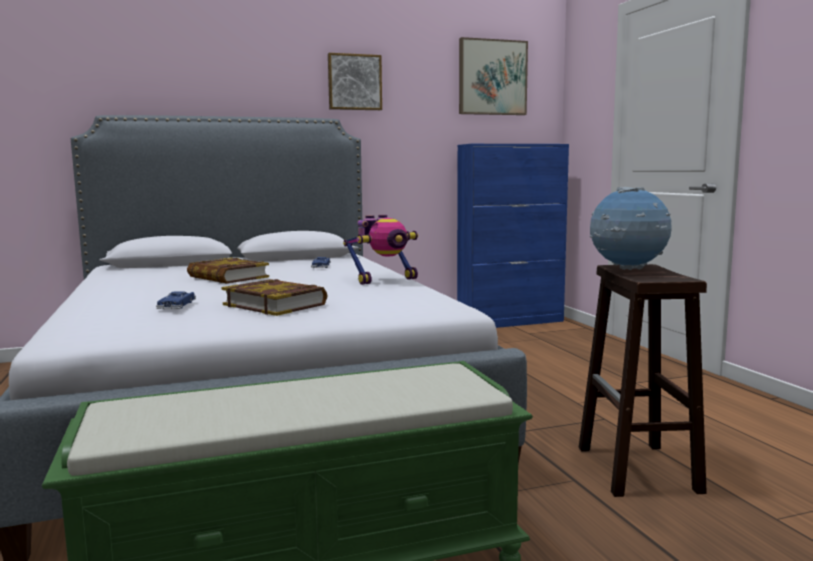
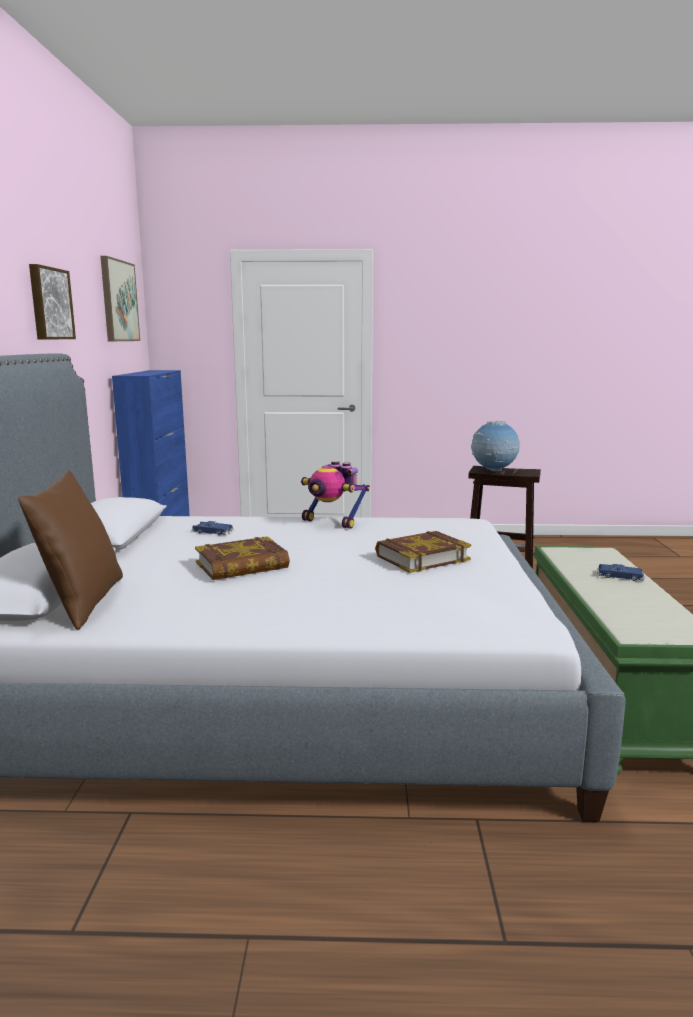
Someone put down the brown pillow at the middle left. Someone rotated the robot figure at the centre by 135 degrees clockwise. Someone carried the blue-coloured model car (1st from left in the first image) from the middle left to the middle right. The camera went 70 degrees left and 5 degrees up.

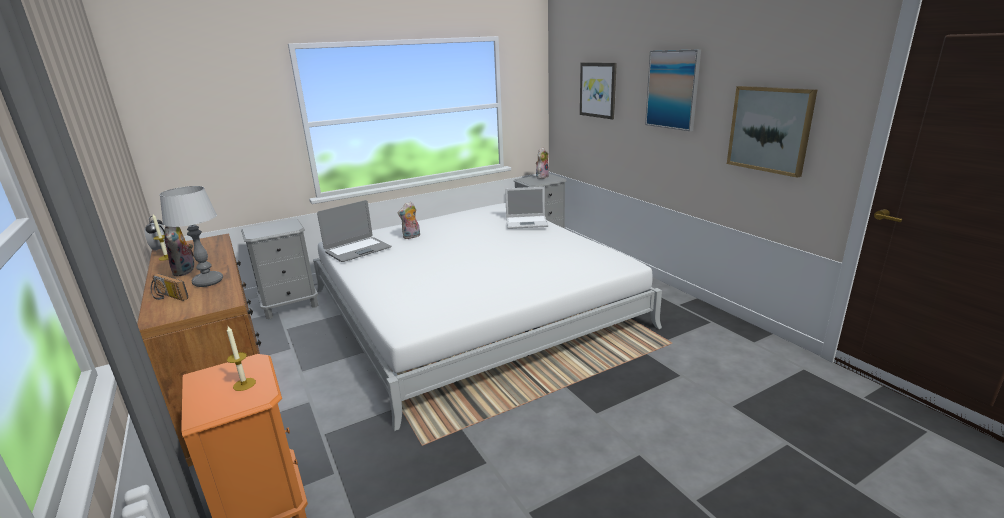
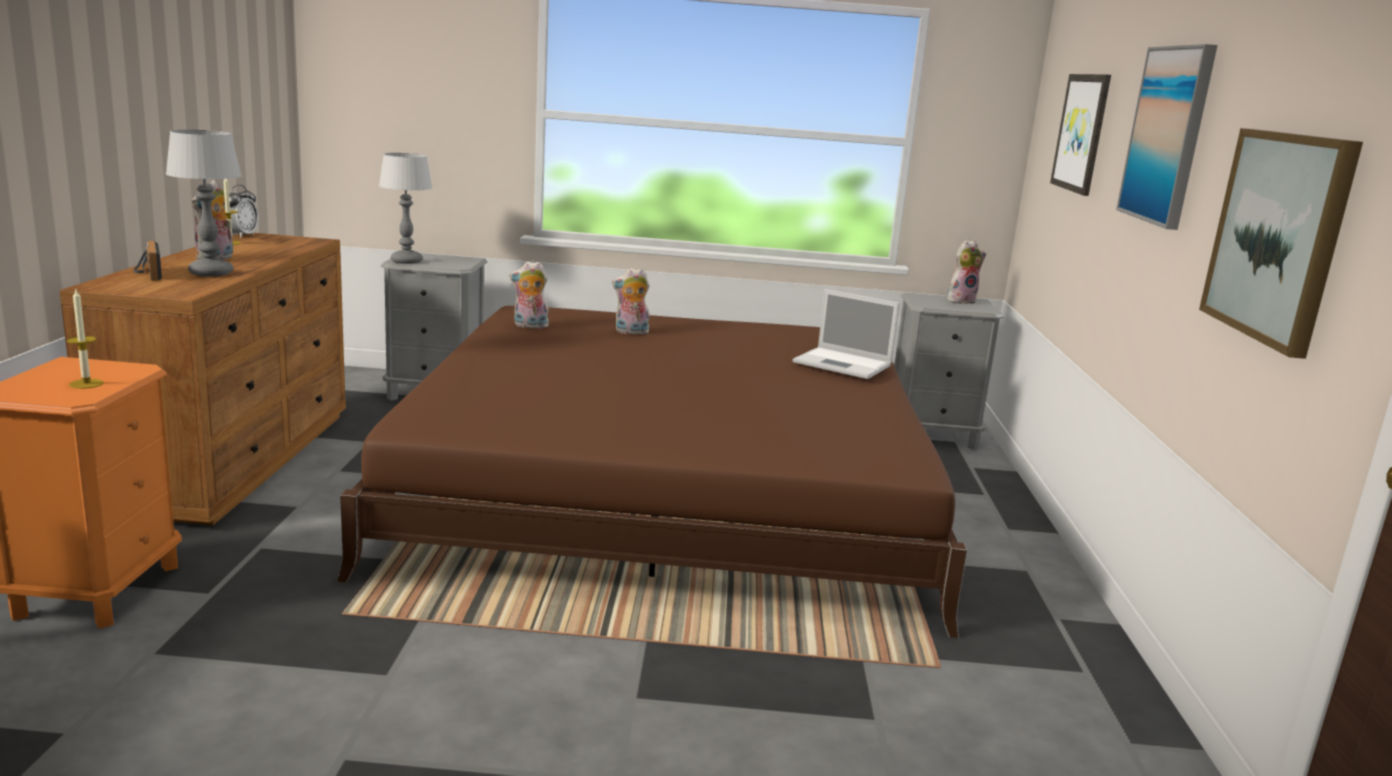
Someone repainted the white-coloured sleeping bed at the centre, which became the brown sleeping bed at the centre. Someone put down the tabletop lamp (2nd from left) at the top left. Someone swapped the notebook computer (1st from left) at the centre for the plush toy (2nd from left) at the centre. The camera went 30 degrees right and 5 degrees down.

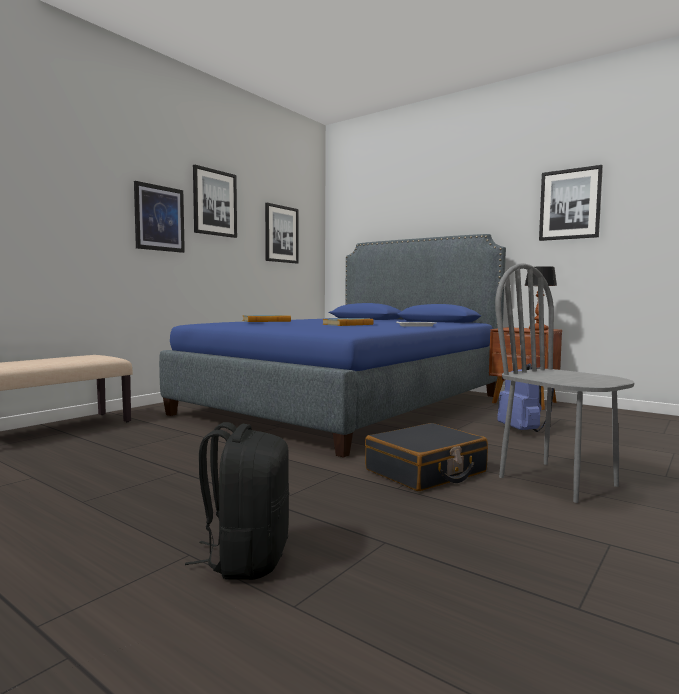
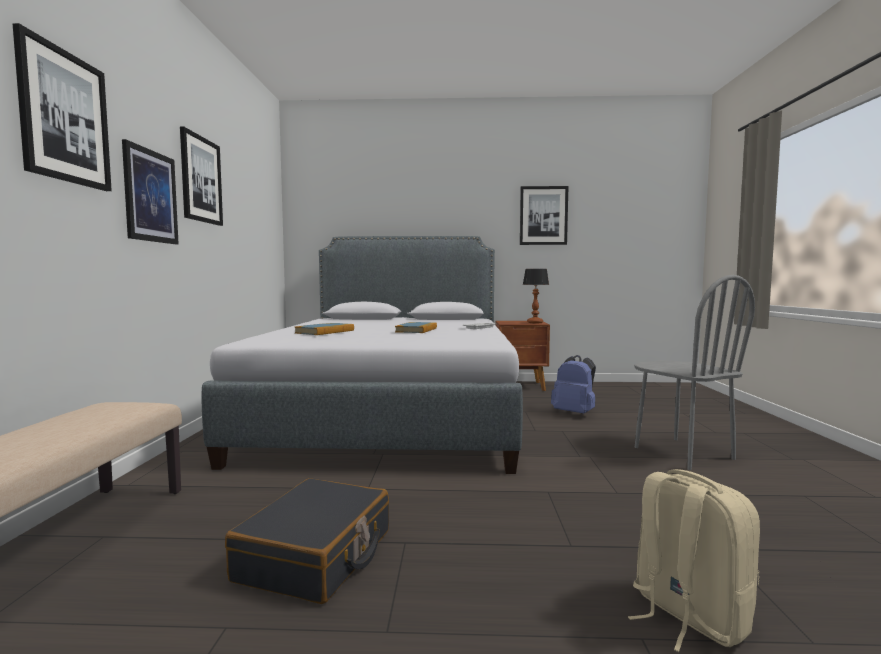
Someone carried the wall art (3rd from left in the first image) from the centre to the top left. Someone repainted the blue-coloured sleeping bed at the centre, which became the greyish sleeping bed at the centre. Someone carried the black piece of luggage from the centre to the bottom centre. Someone repainted the black rucksack at the bottom centre, which became the sand-coloured rucksack at the bottom right. Someone rotated the greyish chair at the middle right by 135 degrees counterclockwise. The camera went 35 degrees left and 0 degrees up.

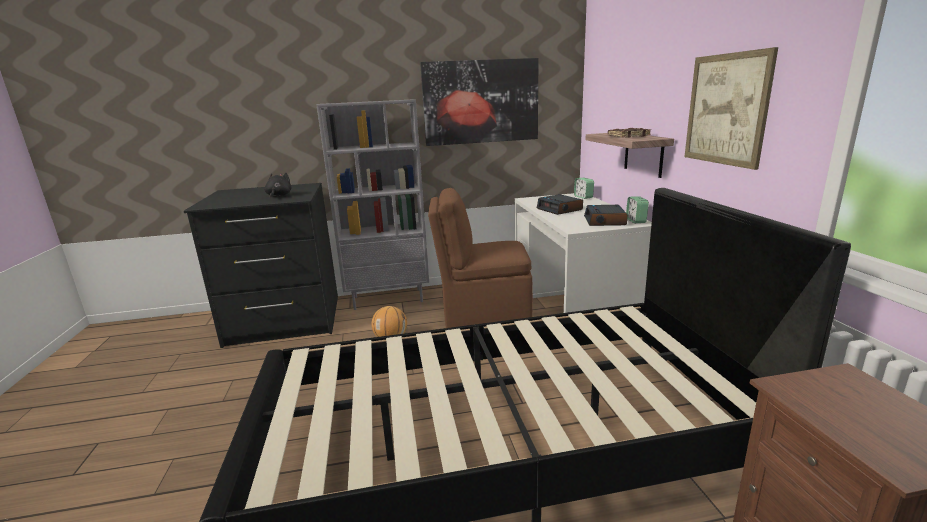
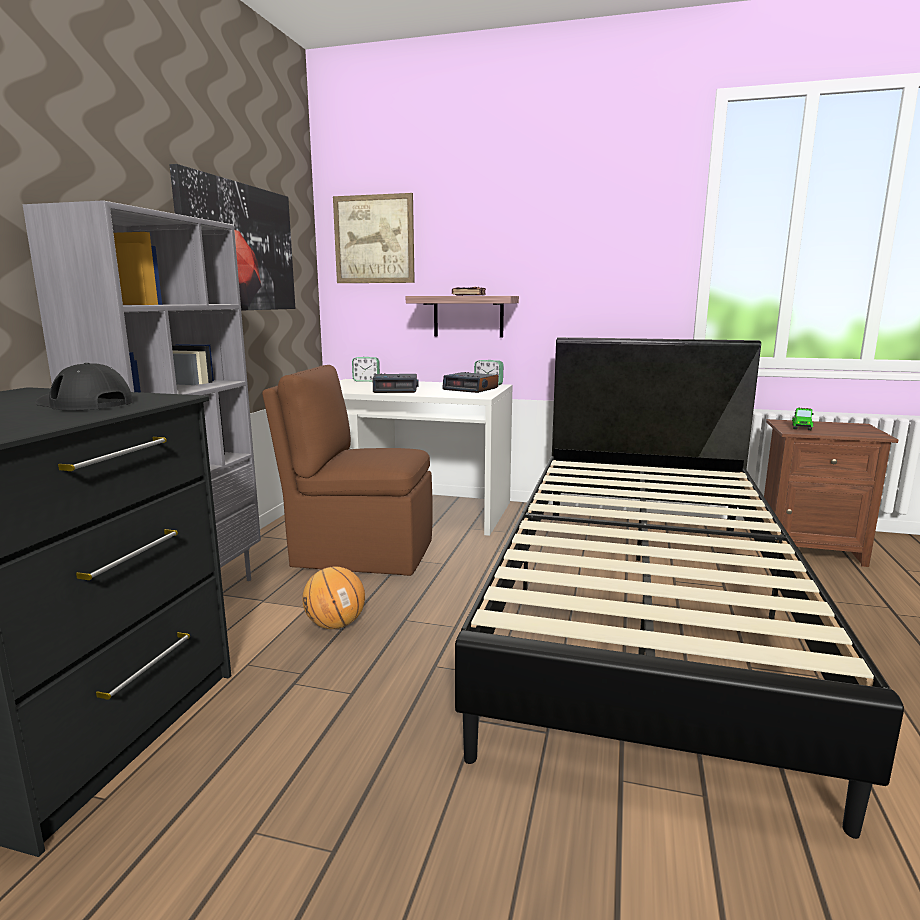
Someone swapped the black plush toy at the middle left for the black baseball cap at the middle left. Someone rotated the brown chair at the centre by 75 degrees clockwise. Someone carried the wall art (2nd from left) from the top right to the top centre. Someone put down the model car at the middle right. The camera went 65 degrees left and 5 degrees down.

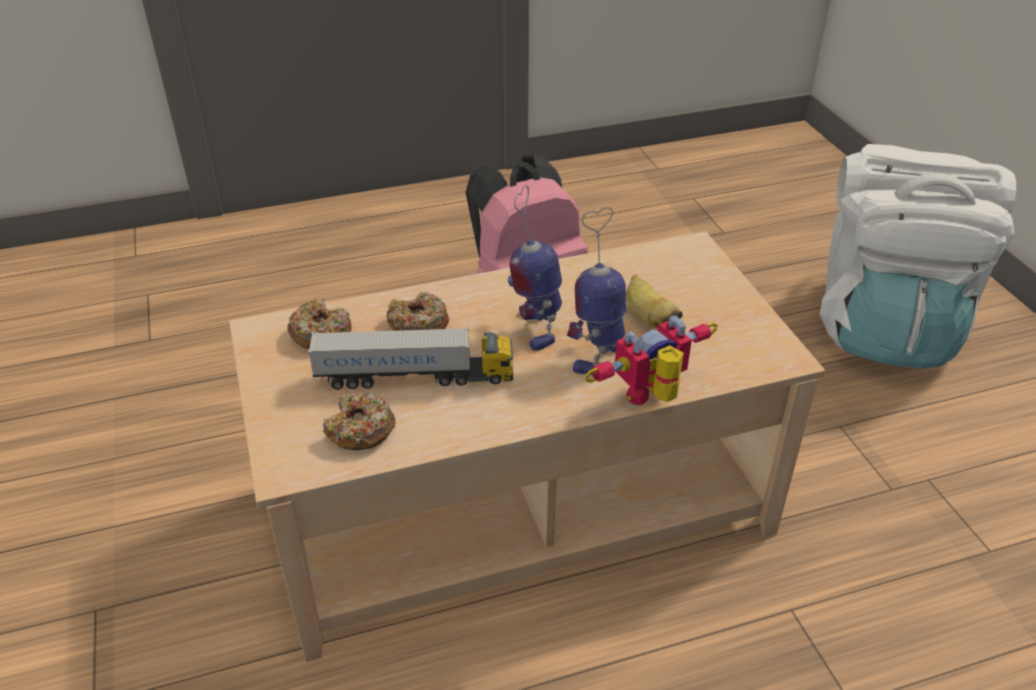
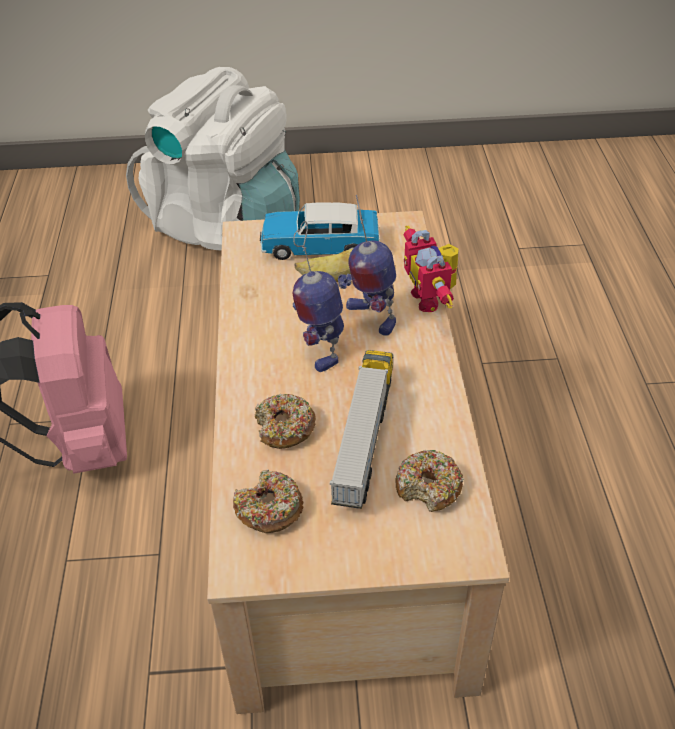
Someone put down the model car at the top centre. Someone rotated the robot figure (1st from left) at the centre by 75 degrees clockwise. The camera went 75 degrees left and 5 degrees up.

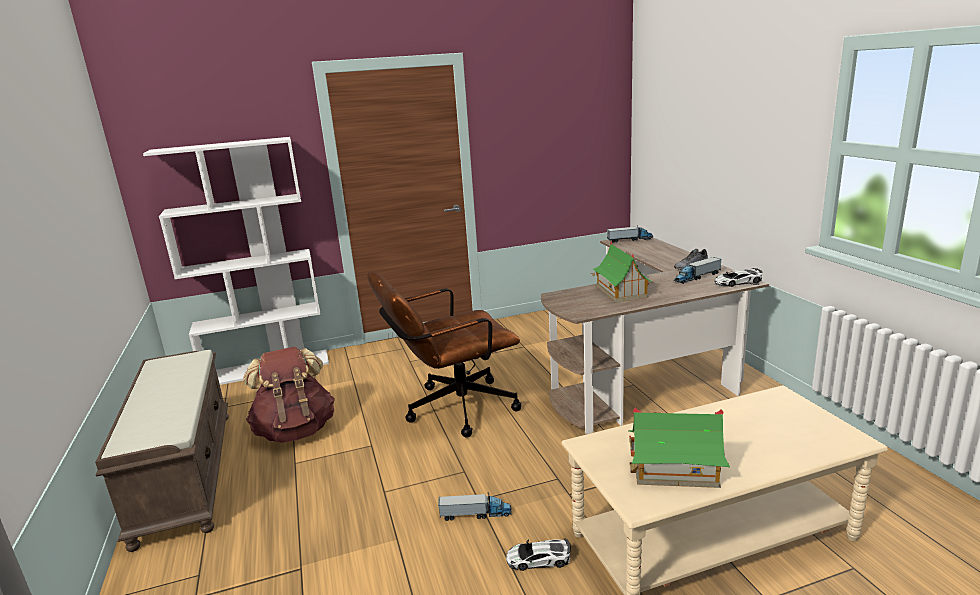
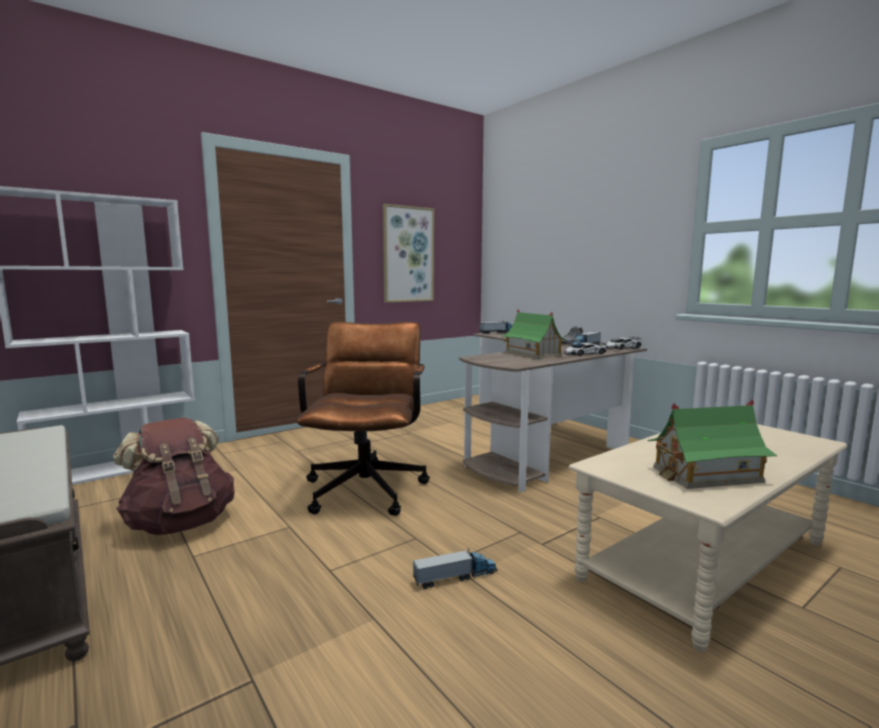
Someone rotated the brown office chair at the centre by 135 degrees clockwise. Someone put up the wall art at the centre. Someone carried the model car (1st from left) from the bottom centre to the centre. The camera went 20 degrees left and 10 degrees down.

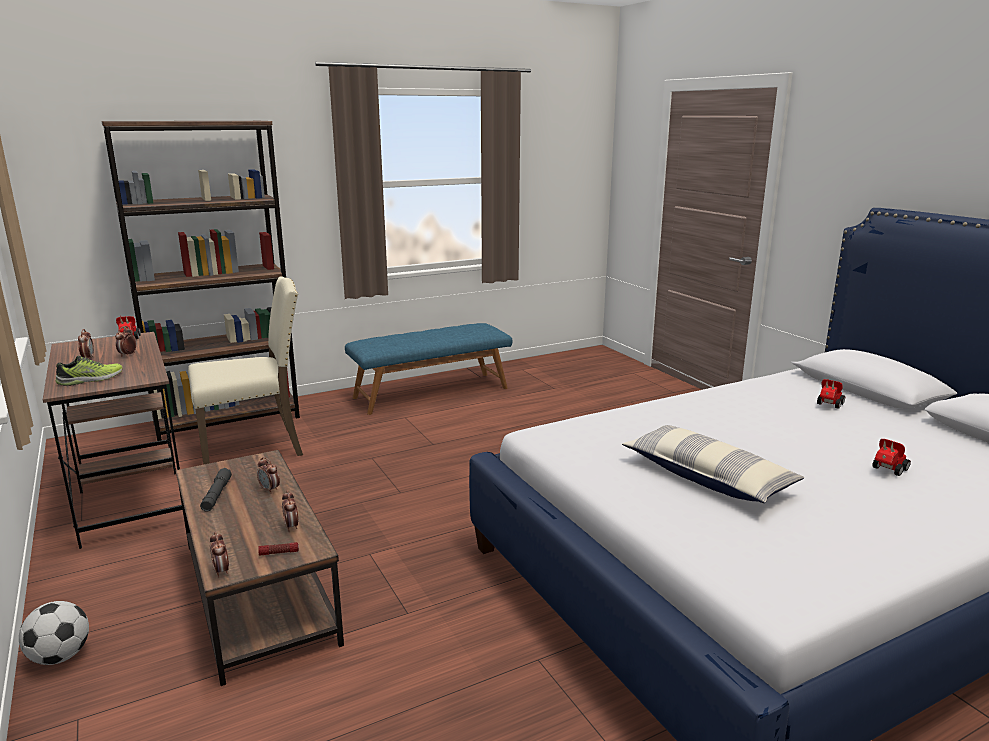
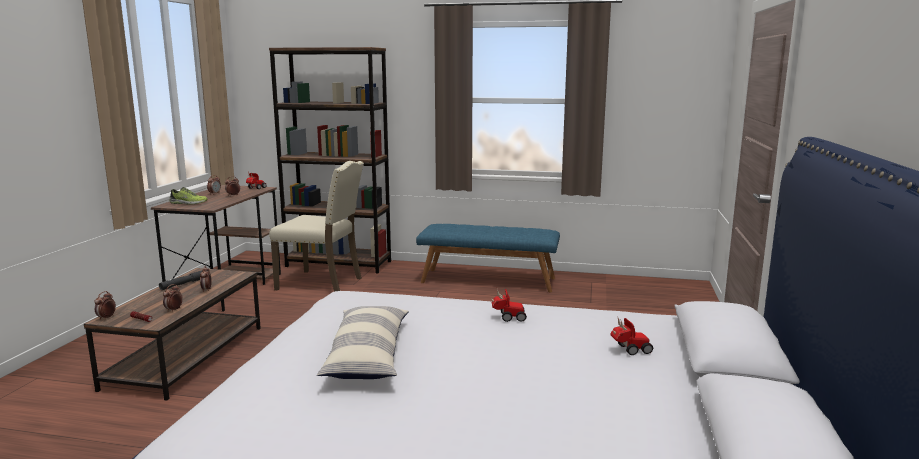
Someone carried the model car (3rd from left in the first image) from the middle right to the centre. Someone took away the ball for football at the bottom left. The camera went 40 degrees right and 5 degrees down.

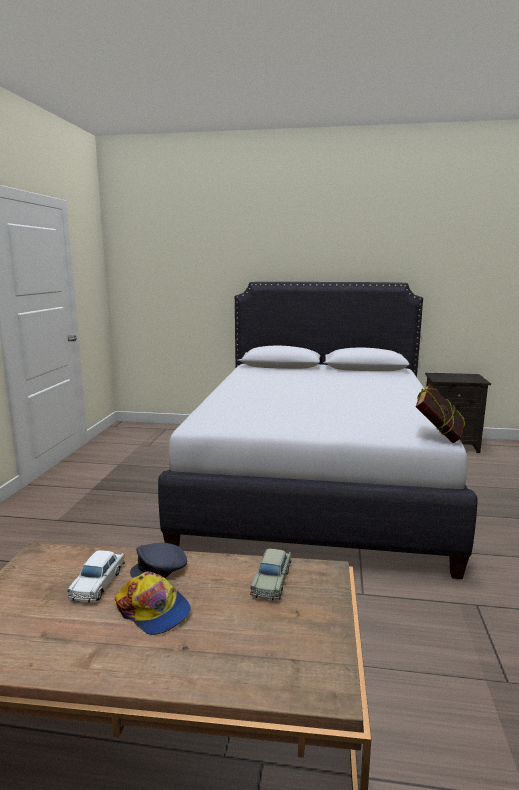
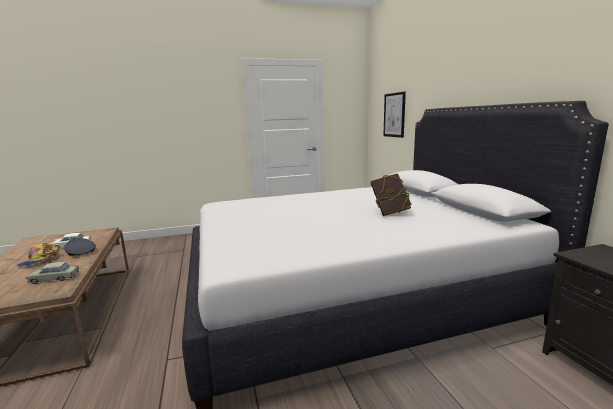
Someone carried the bound book from the middle right to the centre. Someone put up the wall art at the top centre. The camera went 65 degrees right and 0 degrees up.

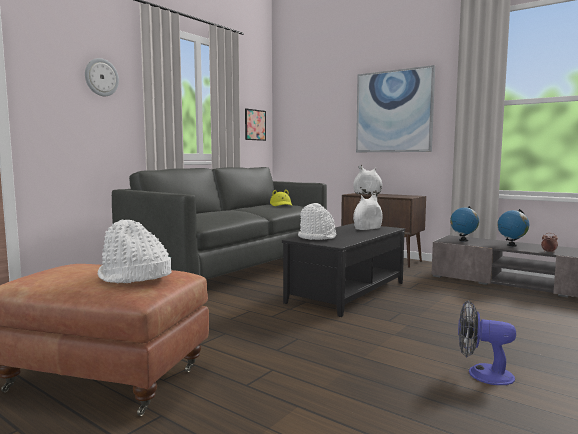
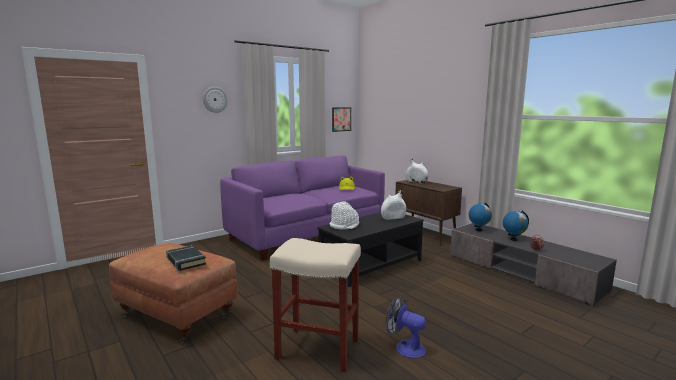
Someone swapped the white-coloured wearable hat (1st from left) at the middle left for the black bound book at the bottom left. Someone repainted the greyish sofa at the centre, which became the purple-coloured sofa at the centre. Someone put down the sand-coloured stool at the bottom centre. Someone took away the wall art (2nd from left) at the top right. The camera went 15 degrees right and 5 degrees up.

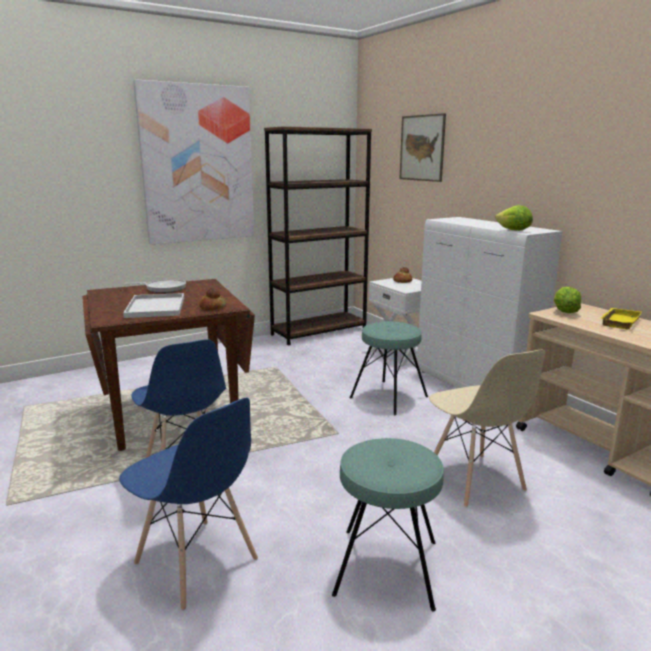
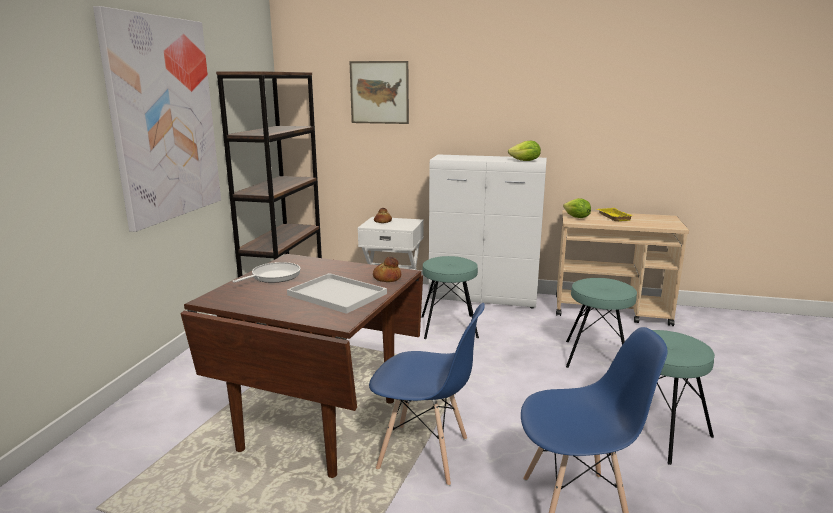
Someone swapped the sand-coloured chair at the middle right for the turquoise-coloured stool (2nd from left) at the middle right. The camera went 45 degrees left and 0 degrees up.

